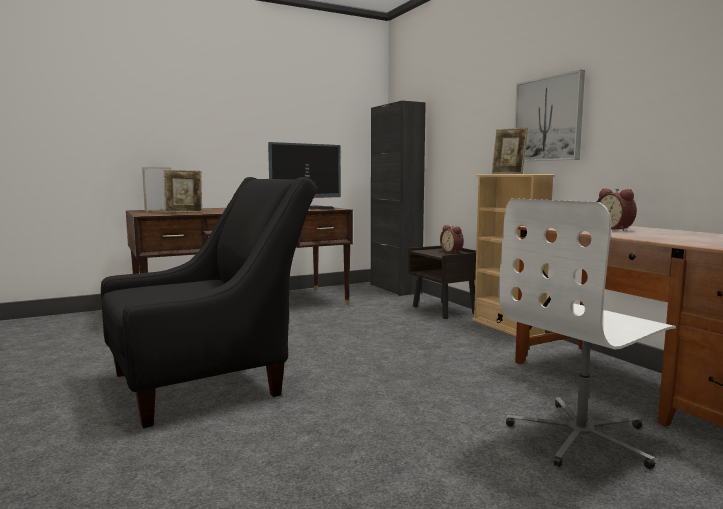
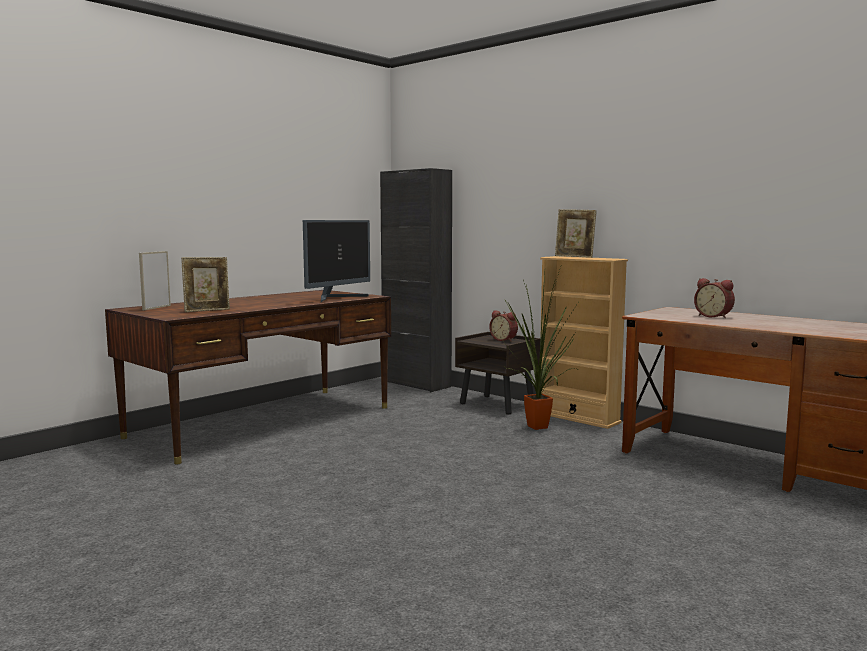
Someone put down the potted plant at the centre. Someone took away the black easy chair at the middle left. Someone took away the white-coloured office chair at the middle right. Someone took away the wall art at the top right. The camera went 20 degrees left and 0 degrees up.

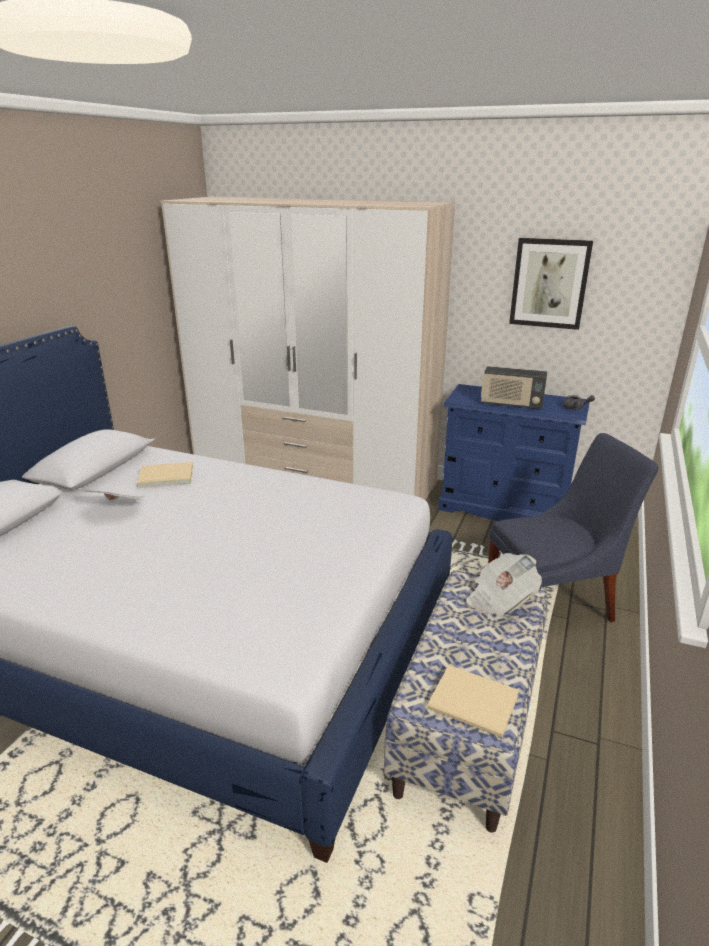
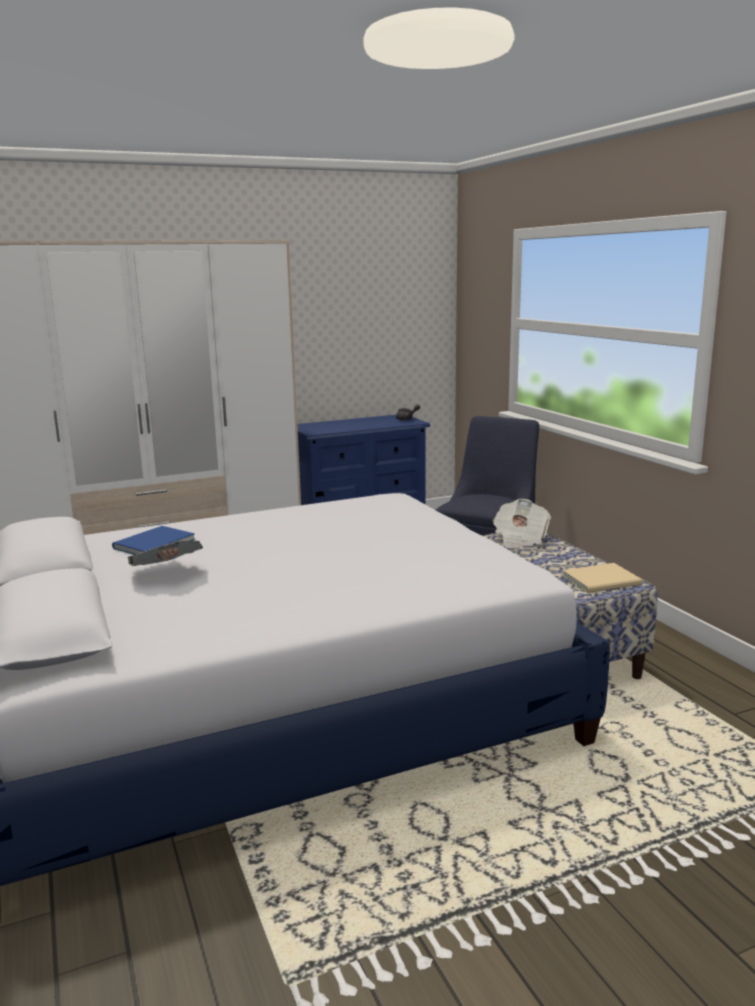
Someone repainted the sand-coloured bound book (1st from left) at the middle left, which became the blue-coloured bound book at the middle left. Someone took away the radio set at the middle right. Someone took away the wall art at the top right. The camera went 45 degrees left and 10 degrees down.

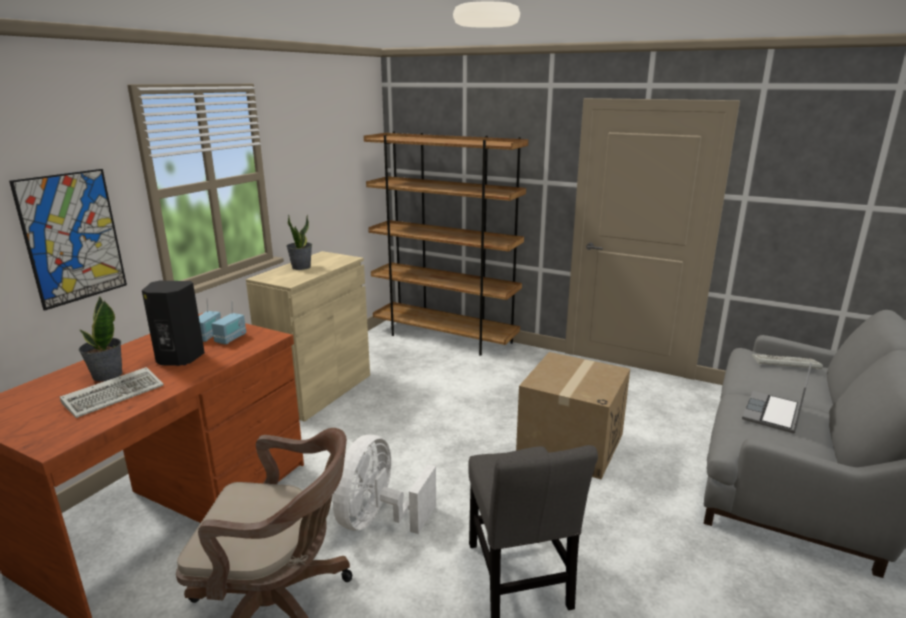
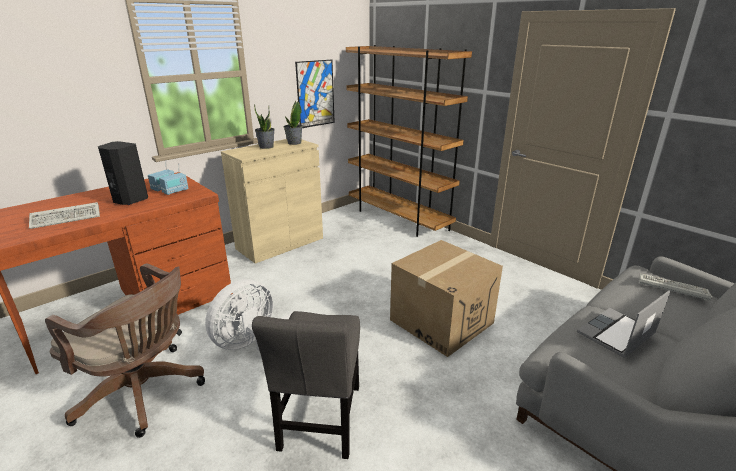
Someone carried the potted plant (1st from left in the first image) from the middle left to the top centre. Someone carried the wall art from the middle left to the top centre. The camera went 20 degrees right and 5 degrees up.

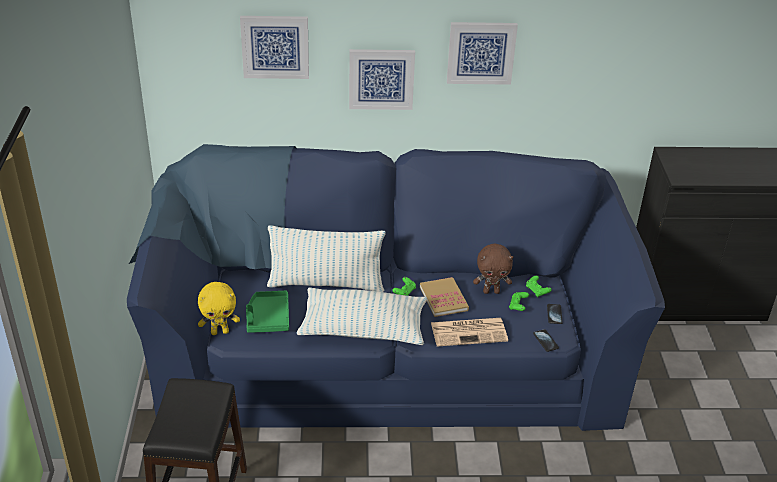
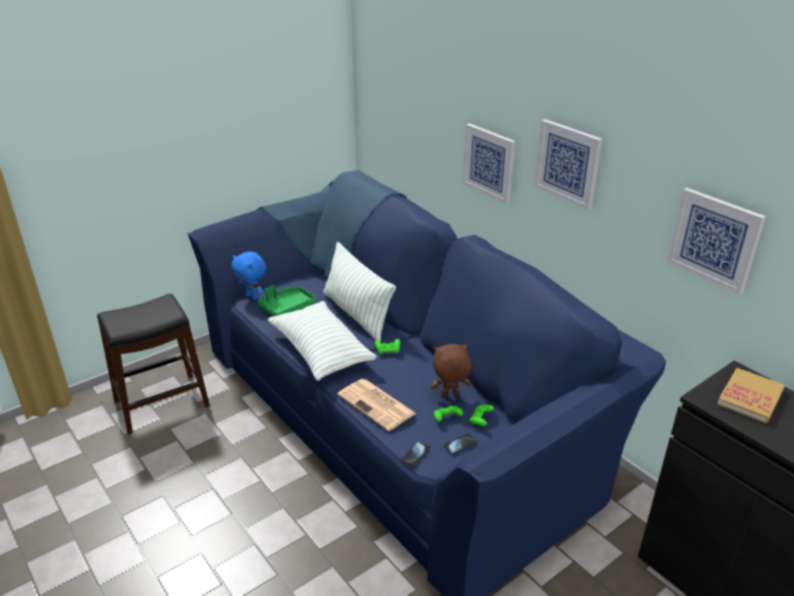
Someone repainted the yellow plush toy at the middle left, which became the blue-coloured plush toy at the middle left. Someone rotated the brown plush toy at the centre by 120 degrees clockwise. Someone carried the wall art (1st from left in the first image) from the top centre to the middle right. Someone carried the bound book from the centre to the middle right. The camera went 55 degrees right and 5 degrees down.

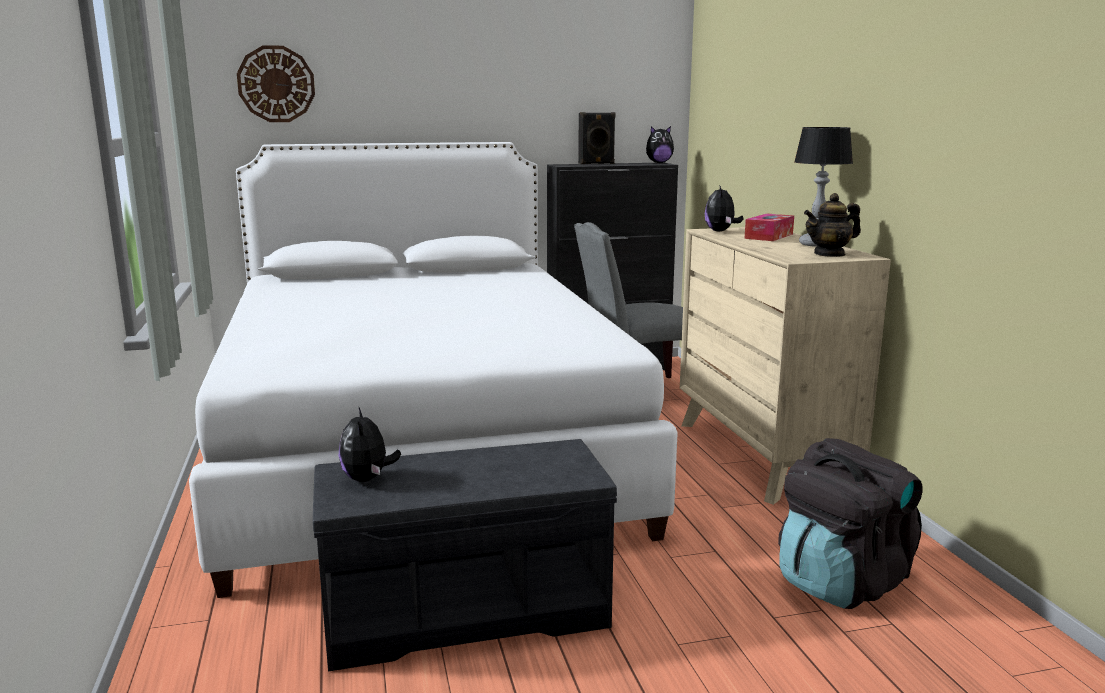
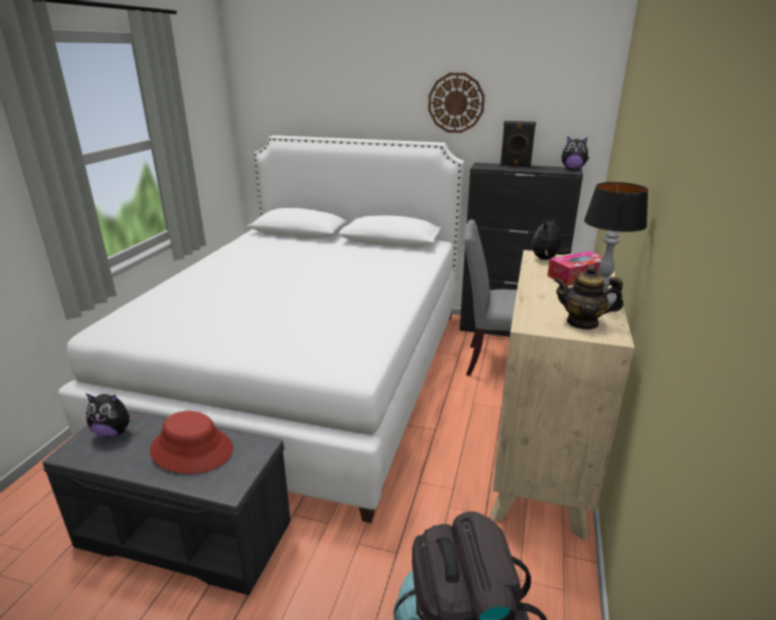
Someone rotated the plush toy (1st from left) at the centre by 105 degrees counterclockwise. Someone put down the reddish wearable hat at the bottom left. Someone carried the hanging clock from the top left to the top centre. The camera went 30 degrees right and 10 degrees up.

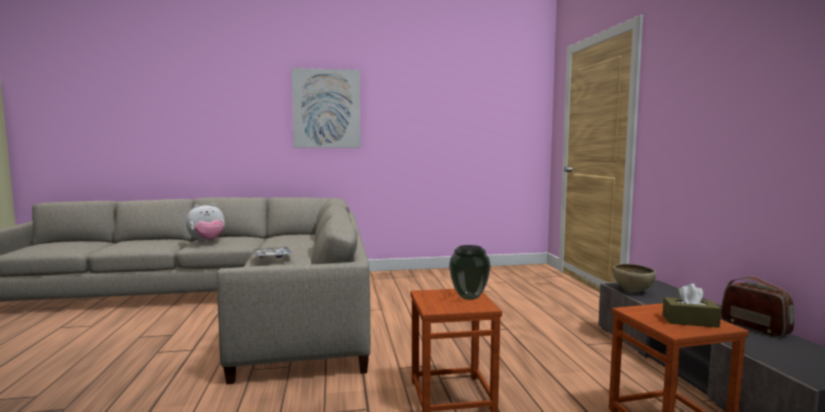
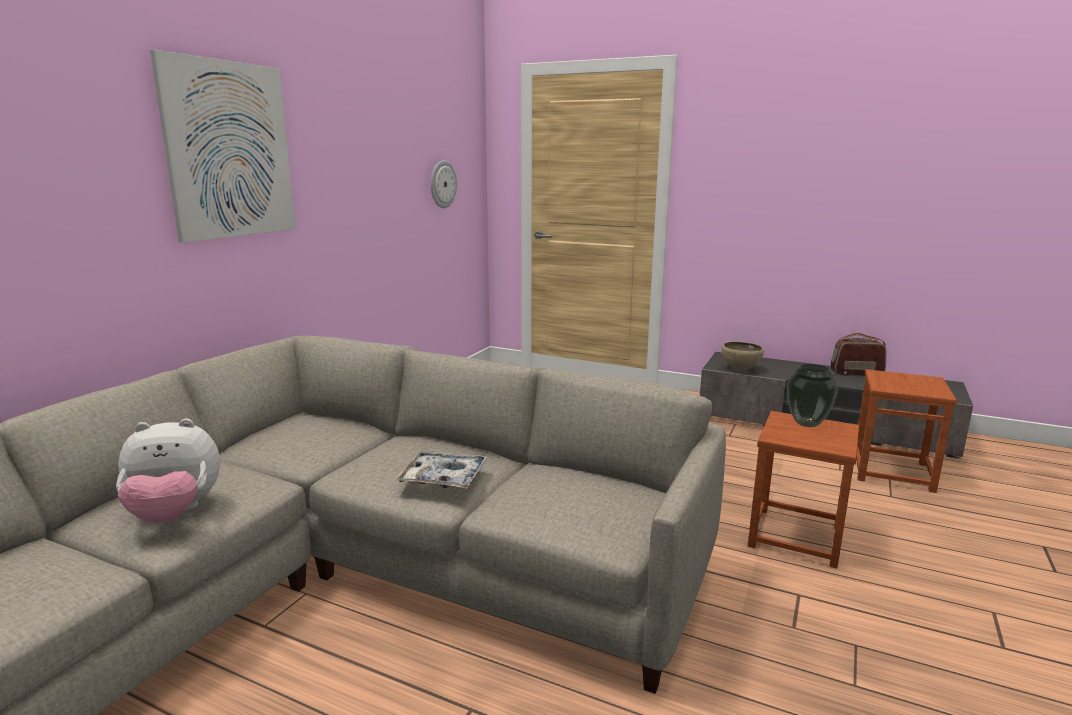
Someone rotated the plush toy at the middle left by 75 degrees clockwise. Someone put up the hanging clock at the top centre. Someone took away the brown tissue box at the bottom right. The camera went 55 degrees left and 10 degrees up.

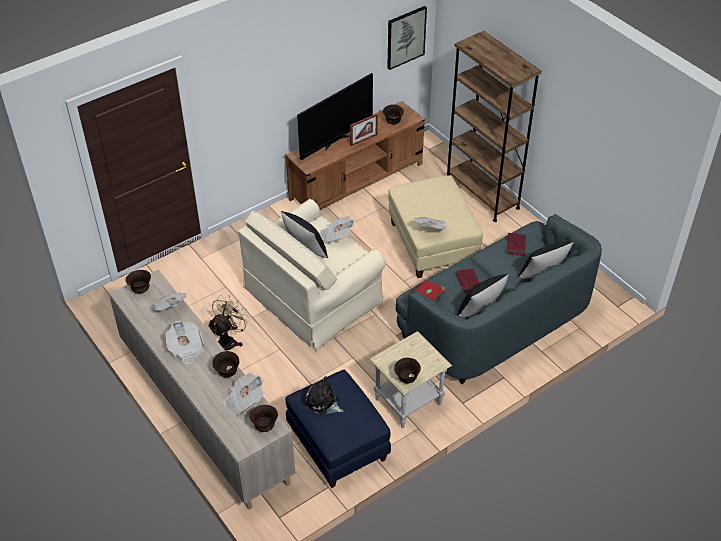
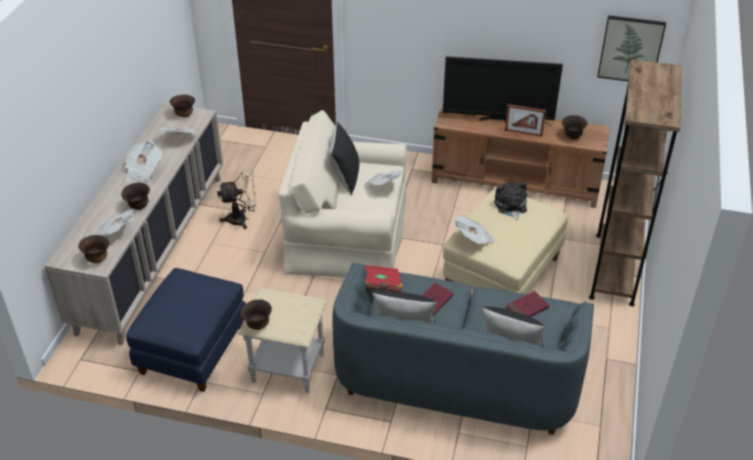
Someone carried the plush toy from the bottom centre to the middle right. The camera went 50 degrees right and 5 degrees down.

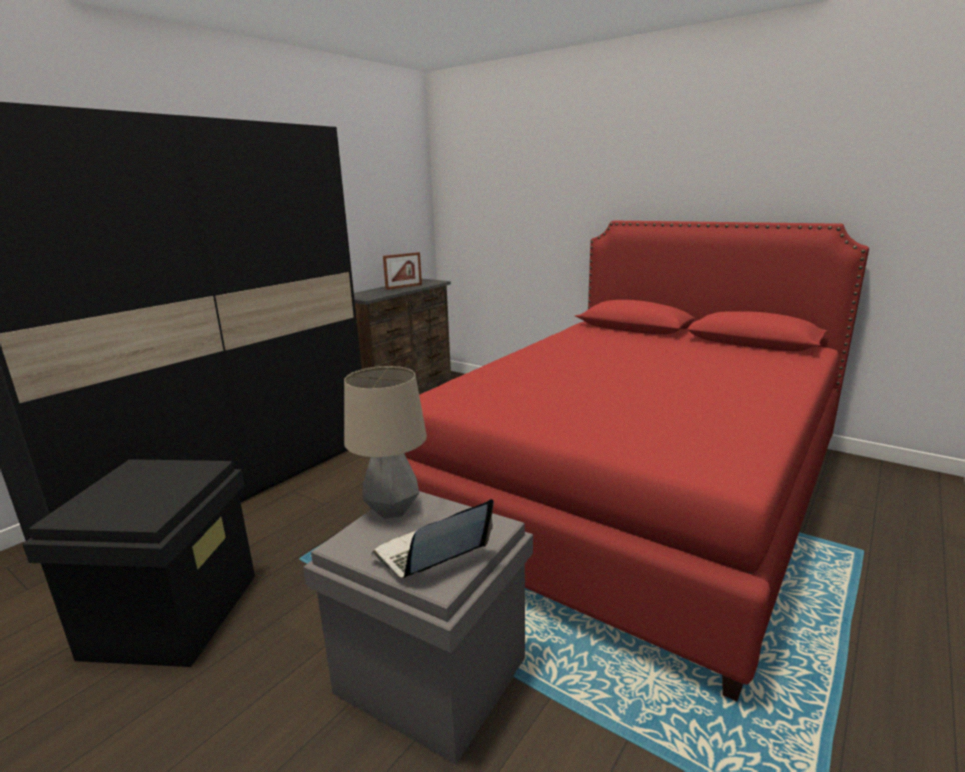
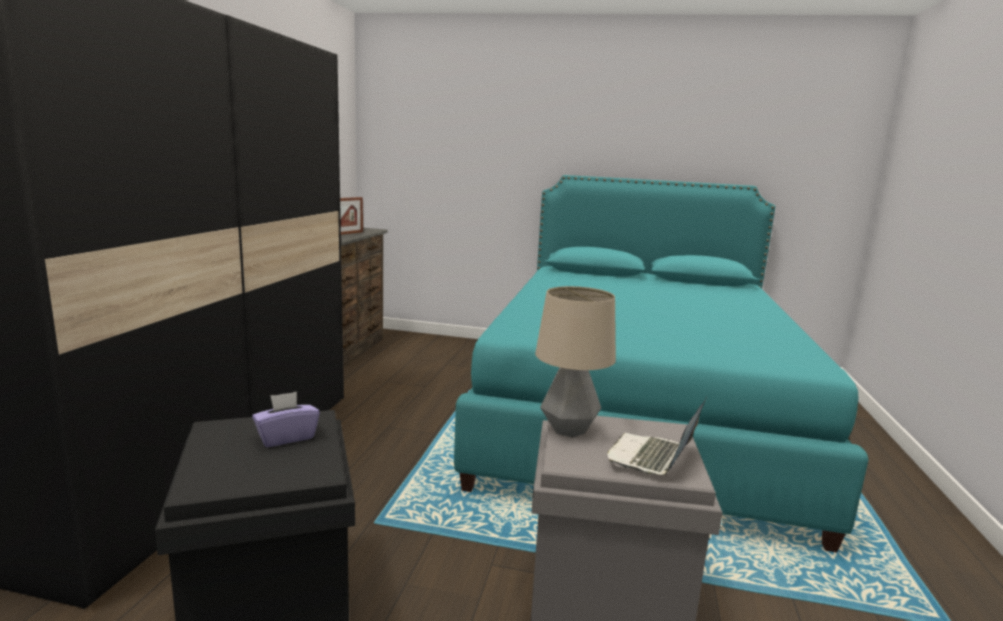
Someone put down the purple-coloured tissue box at the bottom left. Someone repainted the reddish sleeping bed at the centre, which became the turquoise-coloured sleeping bed at the centre. The camera went 25 degrees left and 5 degrees down.

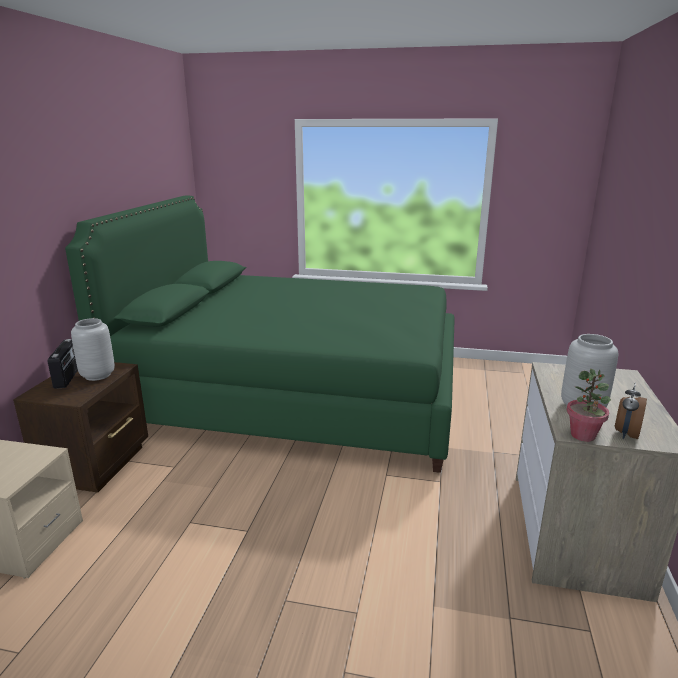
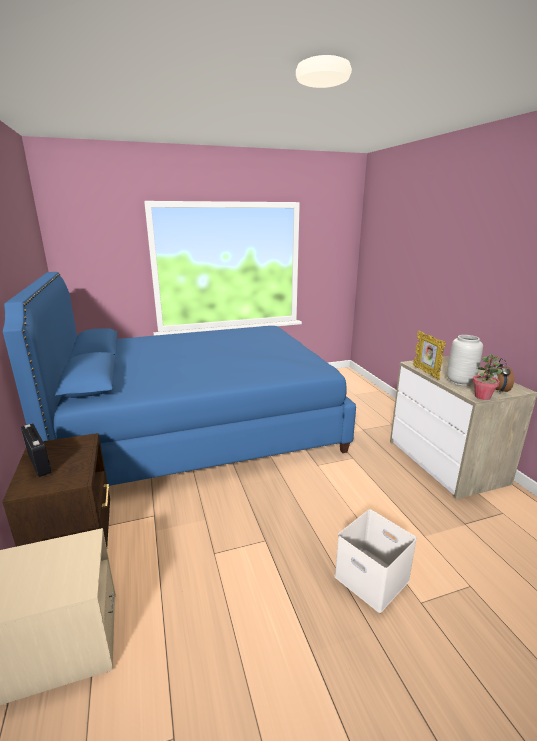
Someone repainted the green-coloured sleeping bed at the centre, which became the blue-coloured sleeping bed at the centre. Someone put down the white-coloured storage container at the bottom right. Someone put down the standing frame at the middle right. Someone took away the greyish vase (1st from left) at the middle left. The camera went 30 degrees left and 0 degrees up.

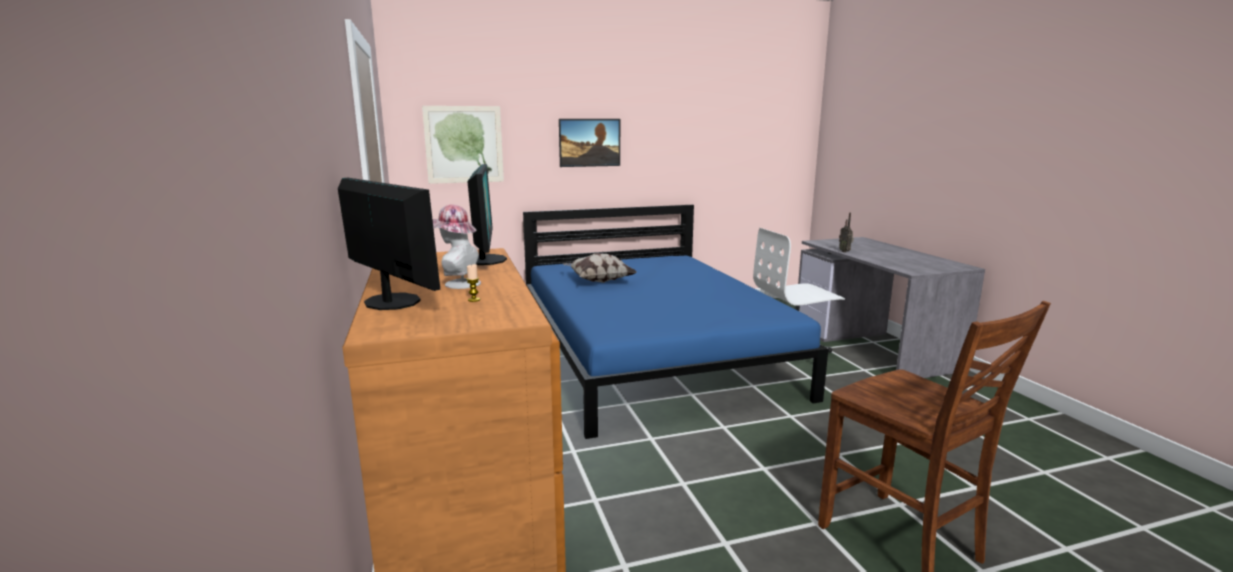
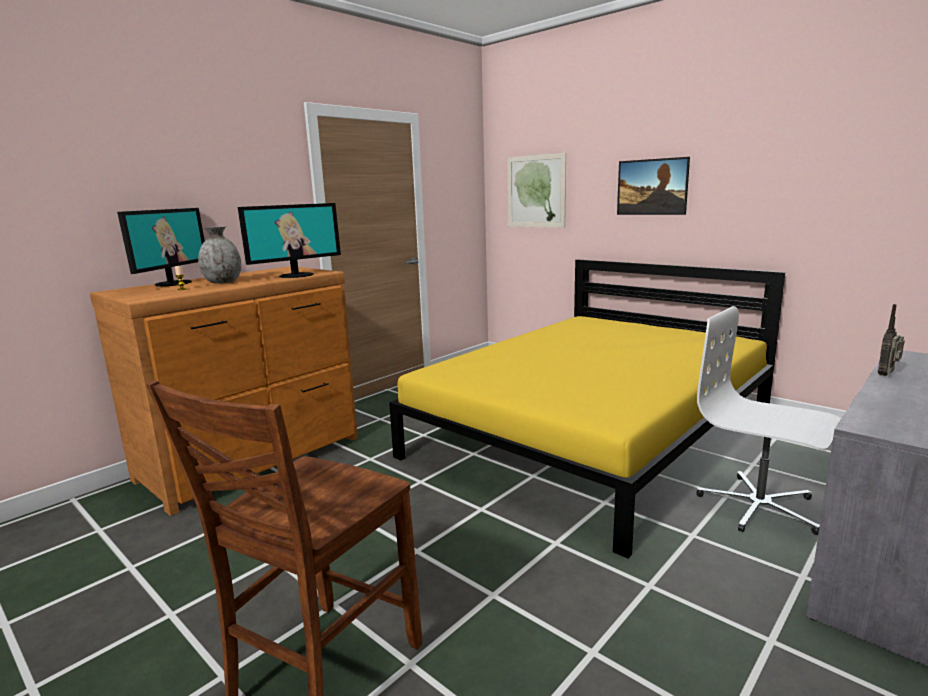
Someone swapped the wearable hat at the centre for the greyish vase at the middle left. Someone repainted the blue-coloured sleeping bed at the centre, which became the yellow sleeping bed at the centre. Someone took away the pillow at the centre. The camera went 60 degrees right and 0 degrees up.

